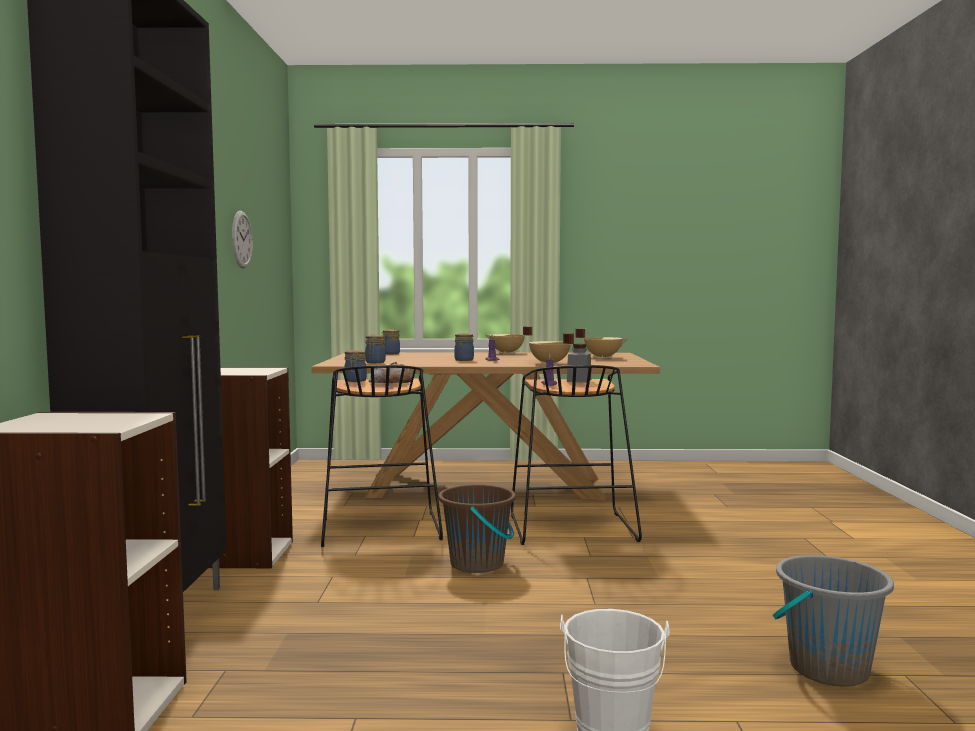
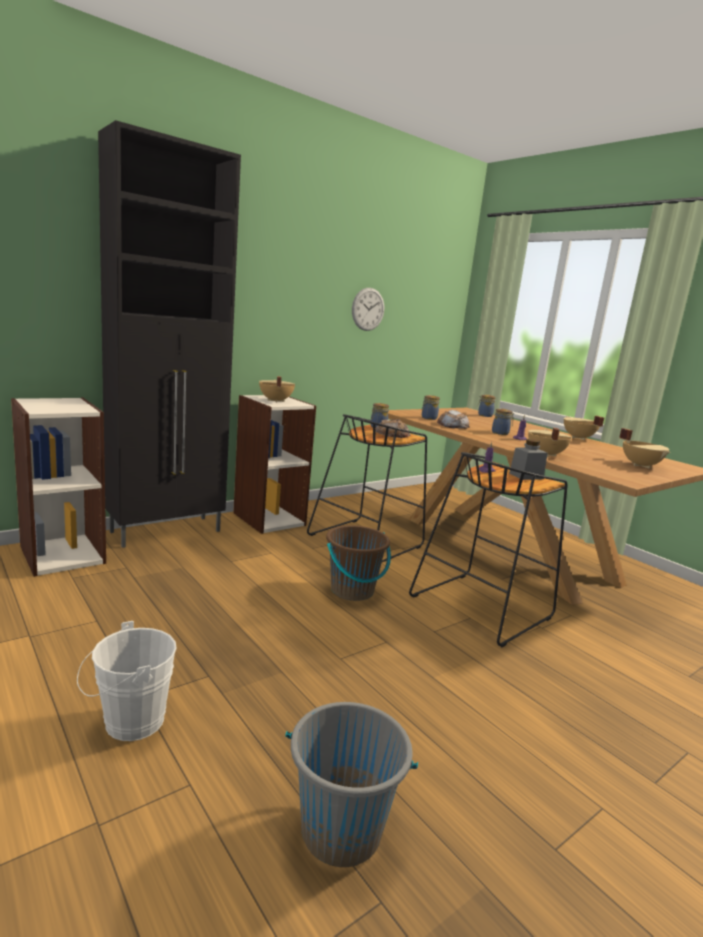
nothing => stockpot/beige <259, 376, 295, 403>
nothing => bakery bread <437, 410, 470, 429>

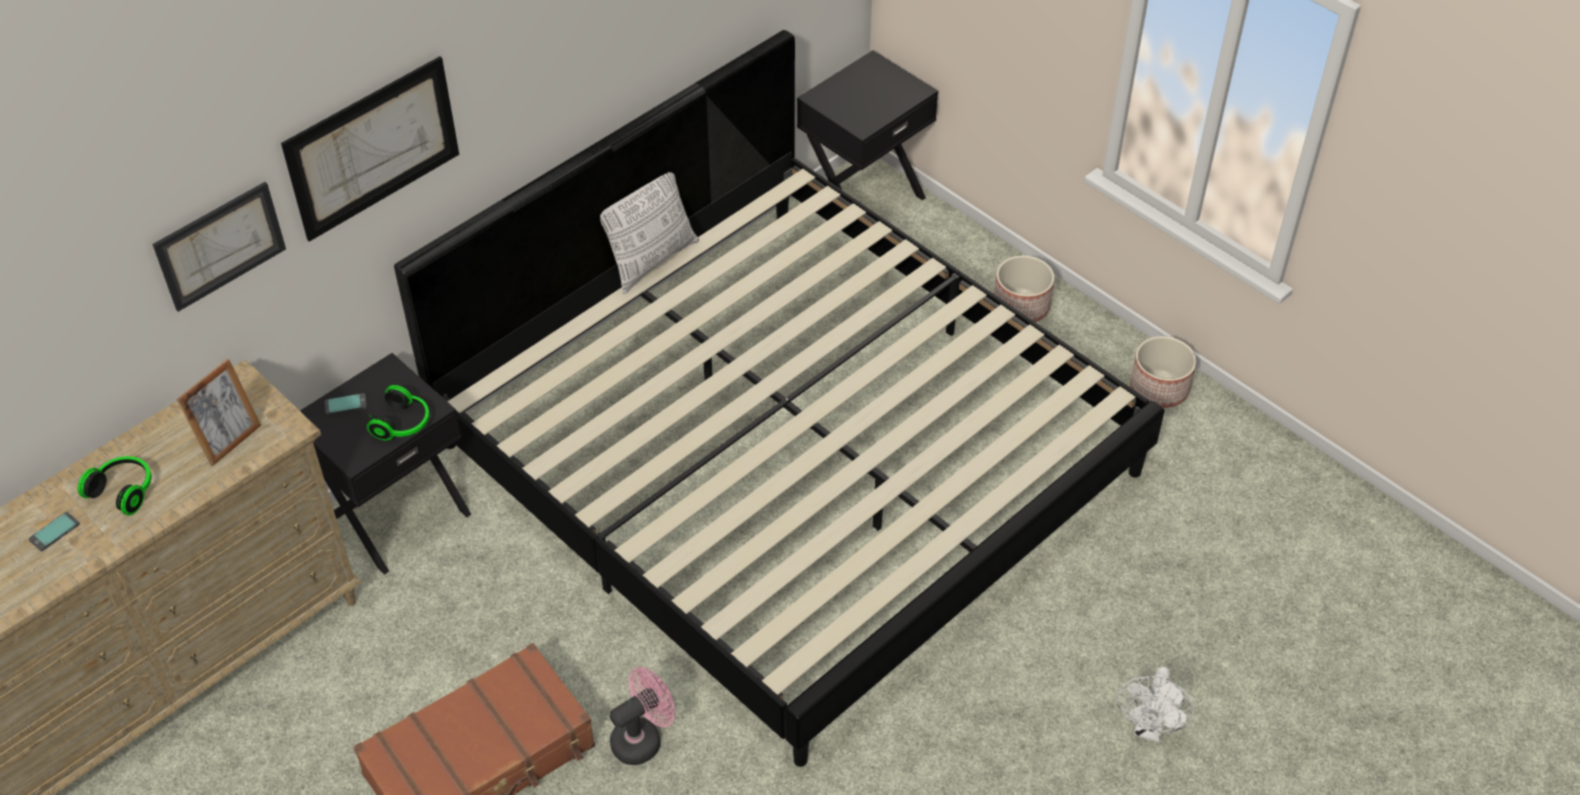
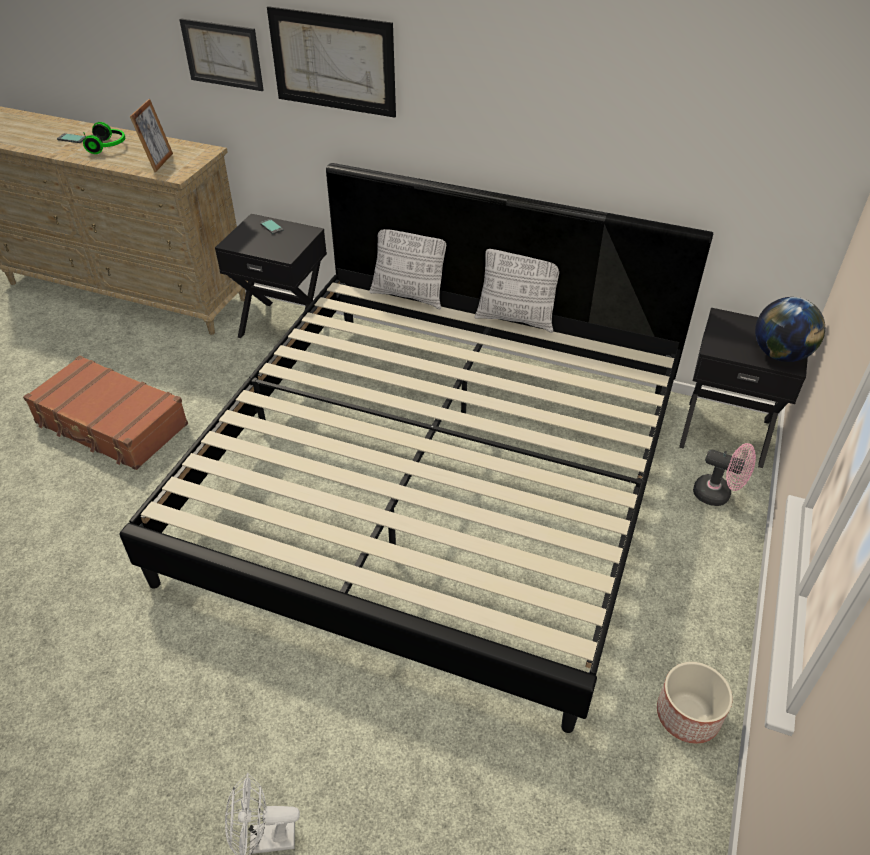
picture frame <177, 359, 261, 466> => picture frame <130, 99, 173, 172>, 90 degrees counterclockwise
nothing => pillow <370, 229, 446, 309>
electric fan/pinkish <610, 667, 675, 765> => electric fan/pinkish <693, 443, 756, 506>, move
nothing => desk globe <755, 297, 825, 362>
pair of headphones <367, 385, 429, 440> => nothing
plant pot <994, 256, 1054, 322> => nothing

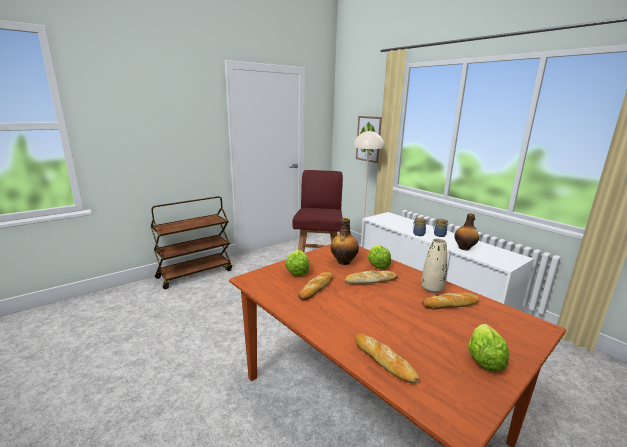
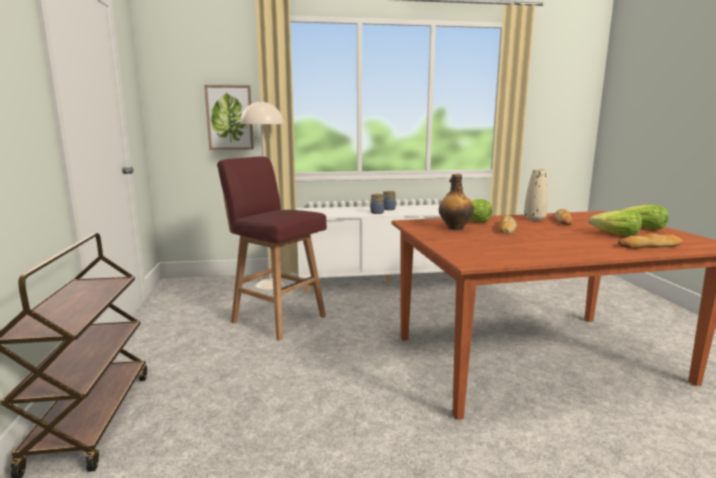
lettuce head <285, 250, 310, 276> => lettuce head <589, 210, 642, 236>, move
bakery bread <298, 272, 333, 300> => nothing
beverage bottle <454, 213, 479, 250> => nothing

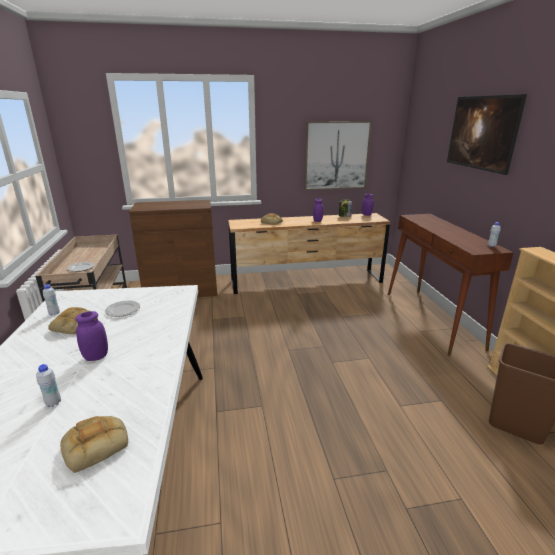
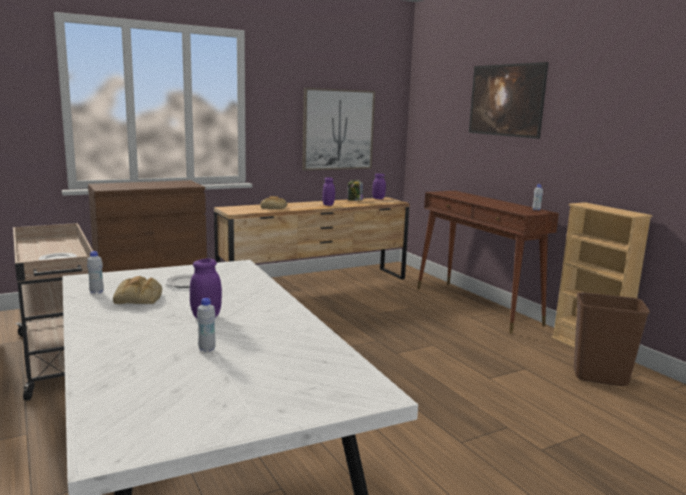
bakery bread <60, 416, 128, 473> => nothing

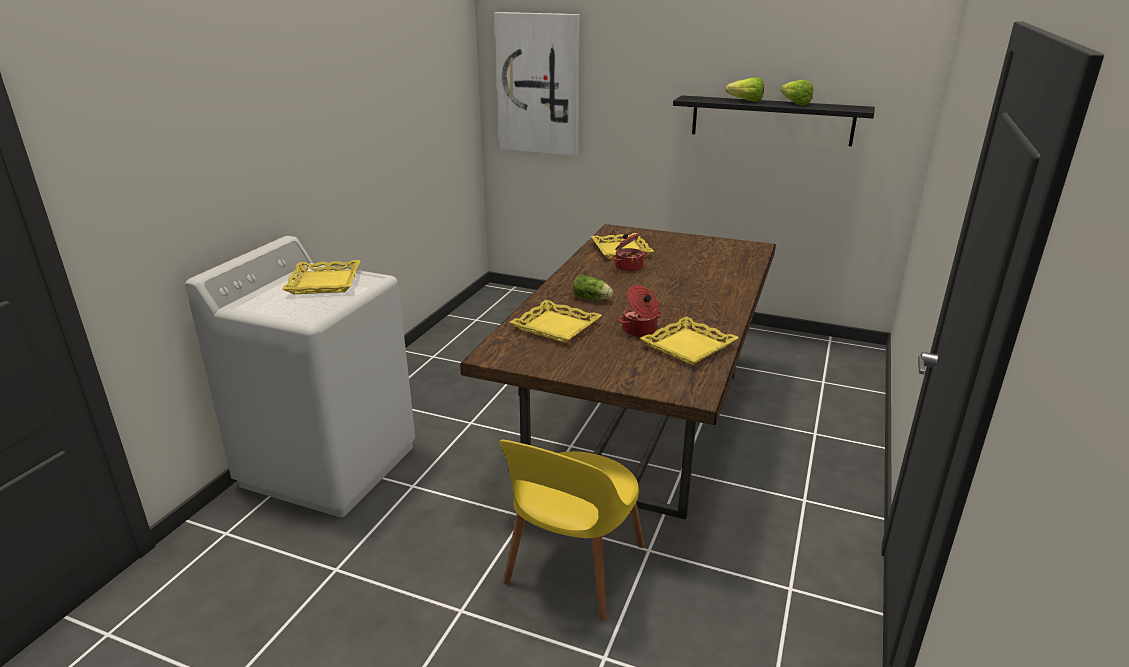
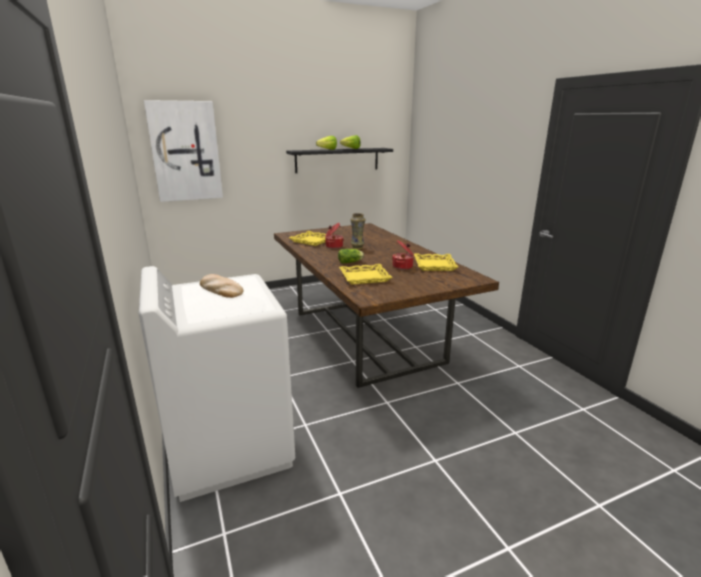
tray/yellowish <282, 260, 360, 294> => bakery bread <200, 274, 244, 298>
nothing => flower vase <350, 213, 366, 250>
upright chair/yellowish <499, 440, 644, 621> => nothing

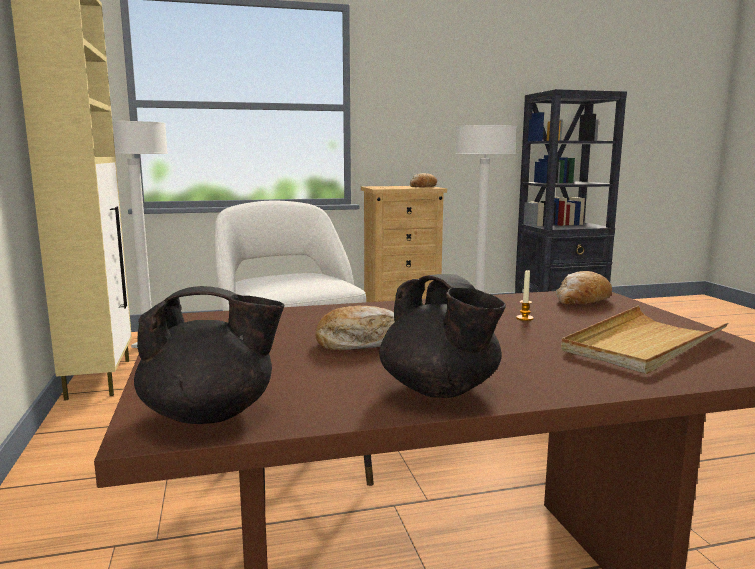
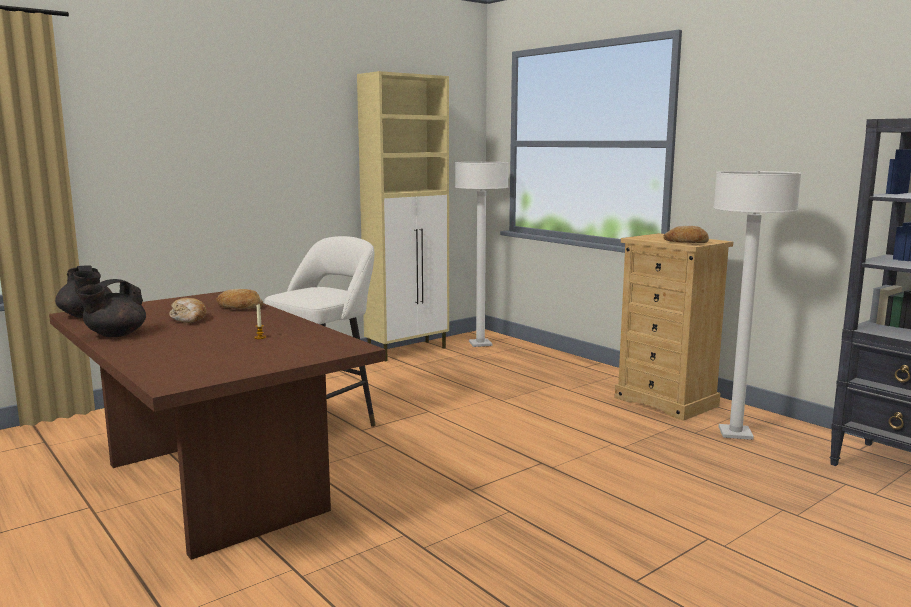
bakery bread <556, 271, 612, 305> => bakery bread <217, 289, 263, 309>, move
tray/beige <561, 306, 728, 374> => nothing

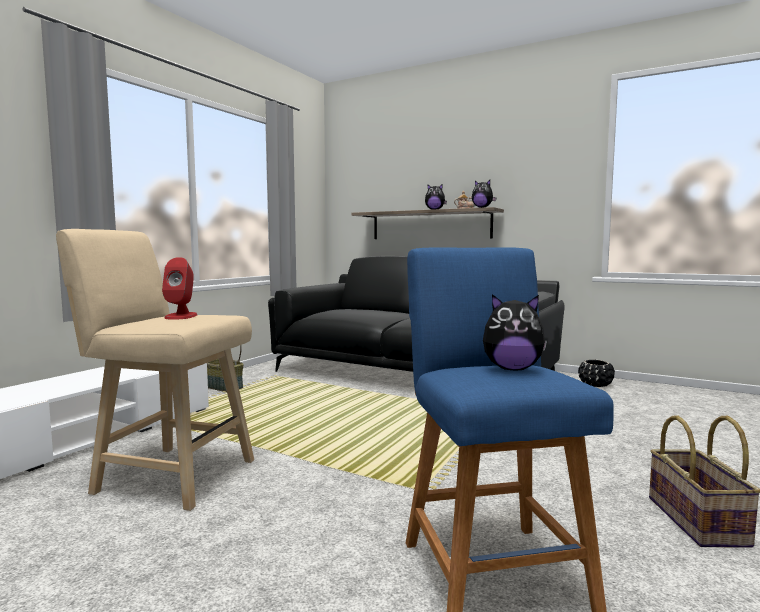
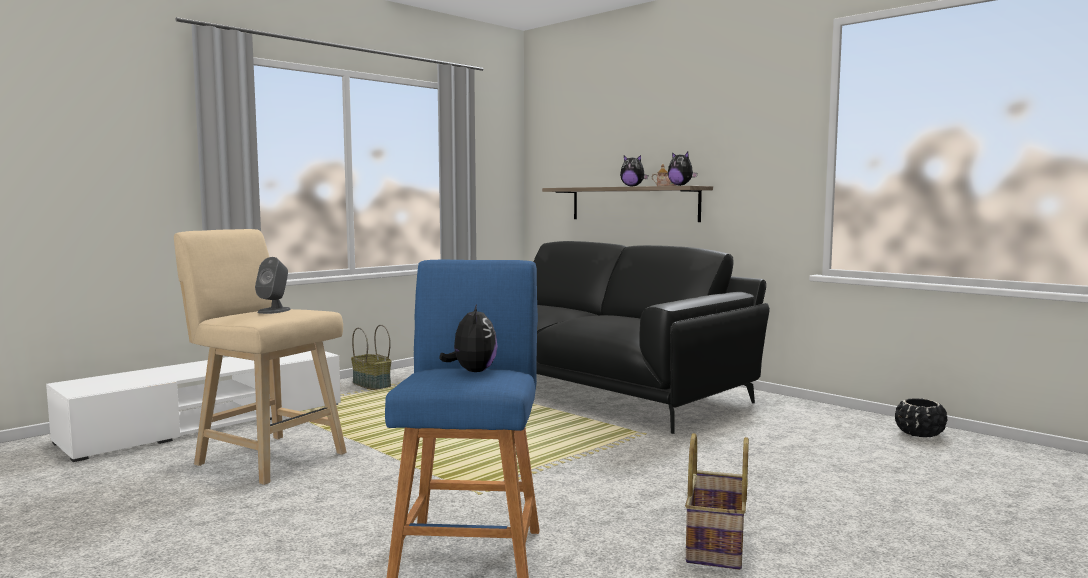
speaker/reddish <162, 257, 197, 320> => speaker/gray <255, 257, 291, 314>
plush toy <483, 294, 547, 370> => plush toy <439, 304, 497, 372>, 120 degrees counterclockwise
plant pot/black <578, 360, 615, 387> => plant pot/black <895, 398, 947, 437>, move

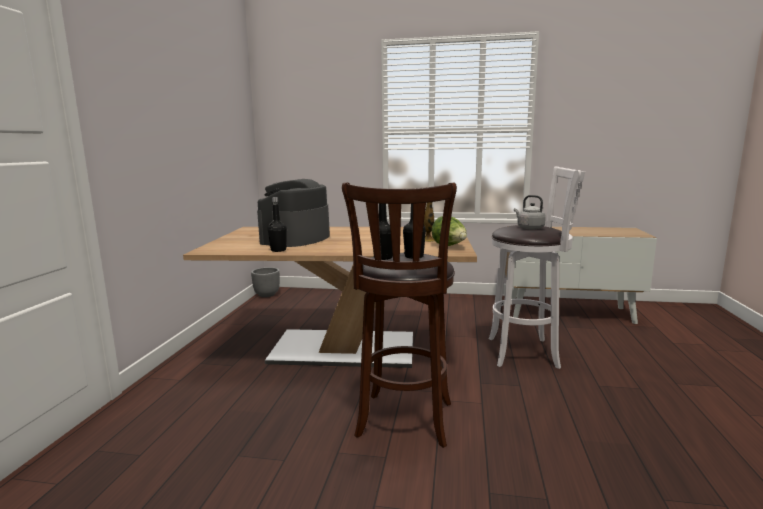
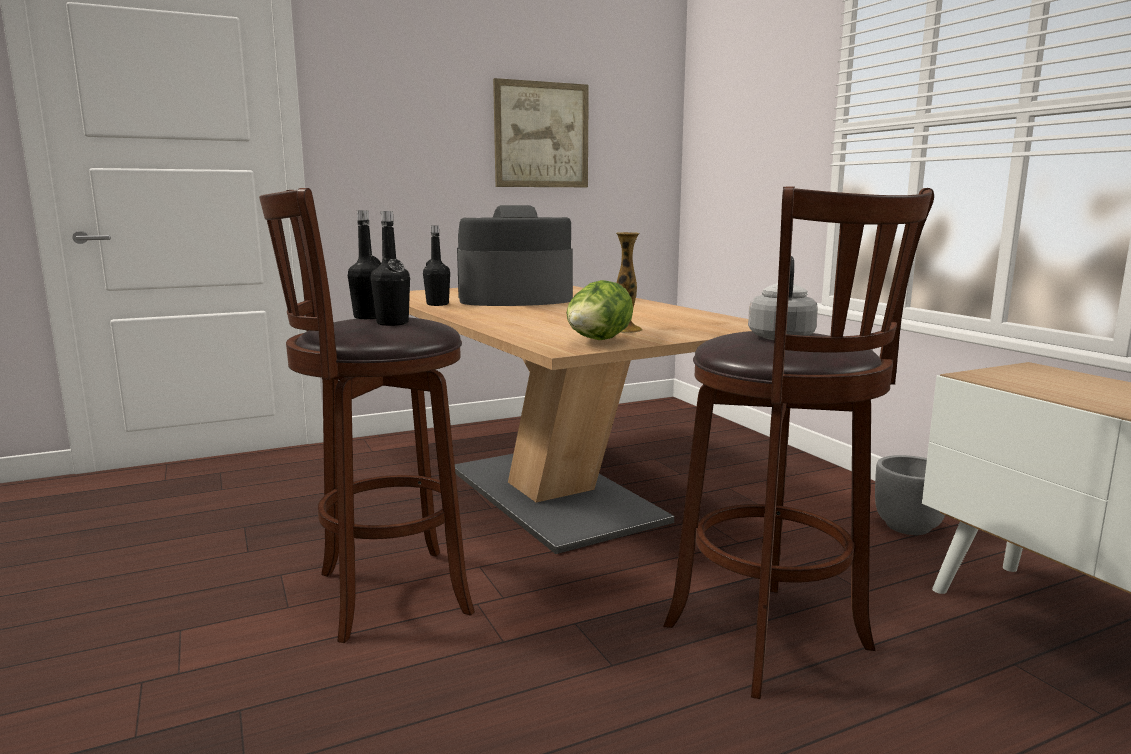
nothing => wall picture <493, 78, 589, 187>
stool seat/white-coloured <489, 166, 585, 369> => stool seat/brown <663, 187, 934, 699>
plant pot/gray <251, 267, 280, 297> => plant pot/gray <875, 455, 945, 535>, move

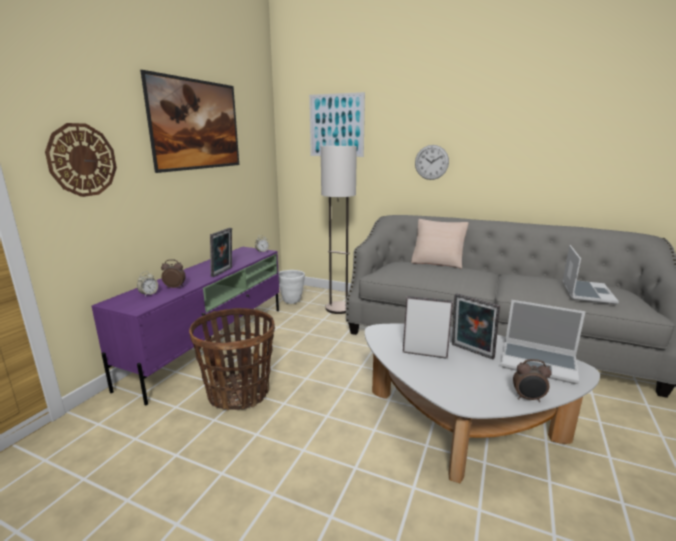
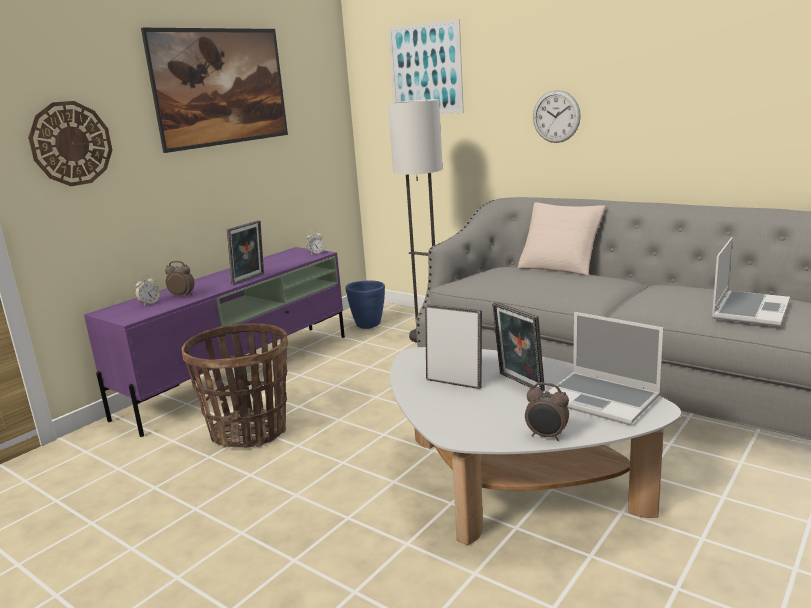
plant pot/white-coloured <278, 270, 305, 304> => plant pot/bluish <346, 280, 385, 329>

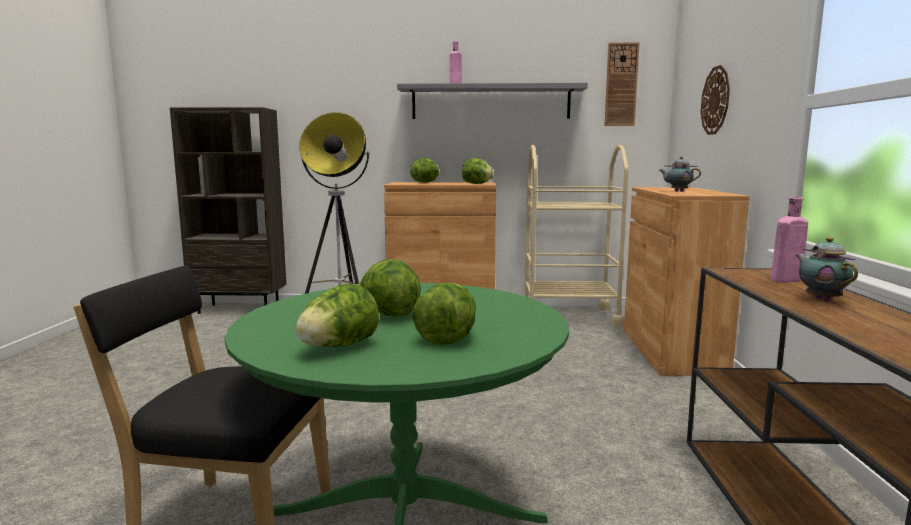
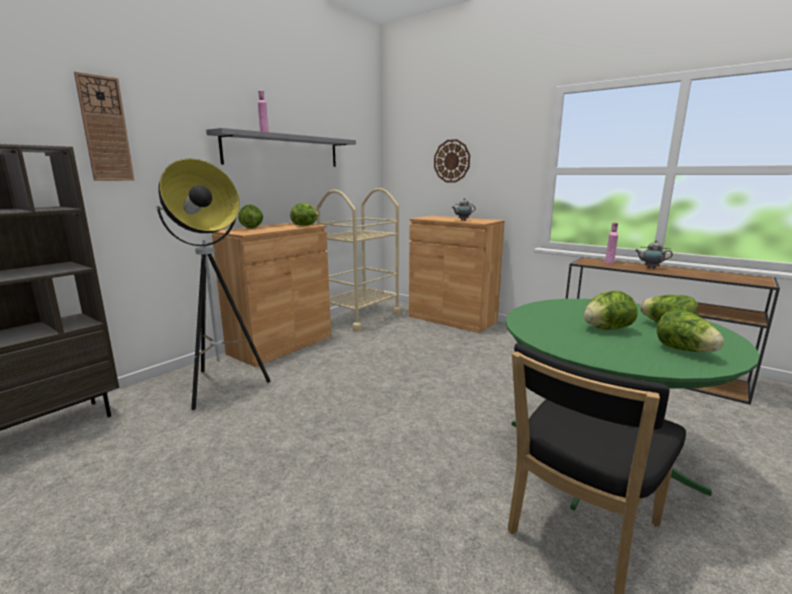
hanging clock <604, 42, 640, 126> => hanging clock <74, 72, 134, 181>, move

